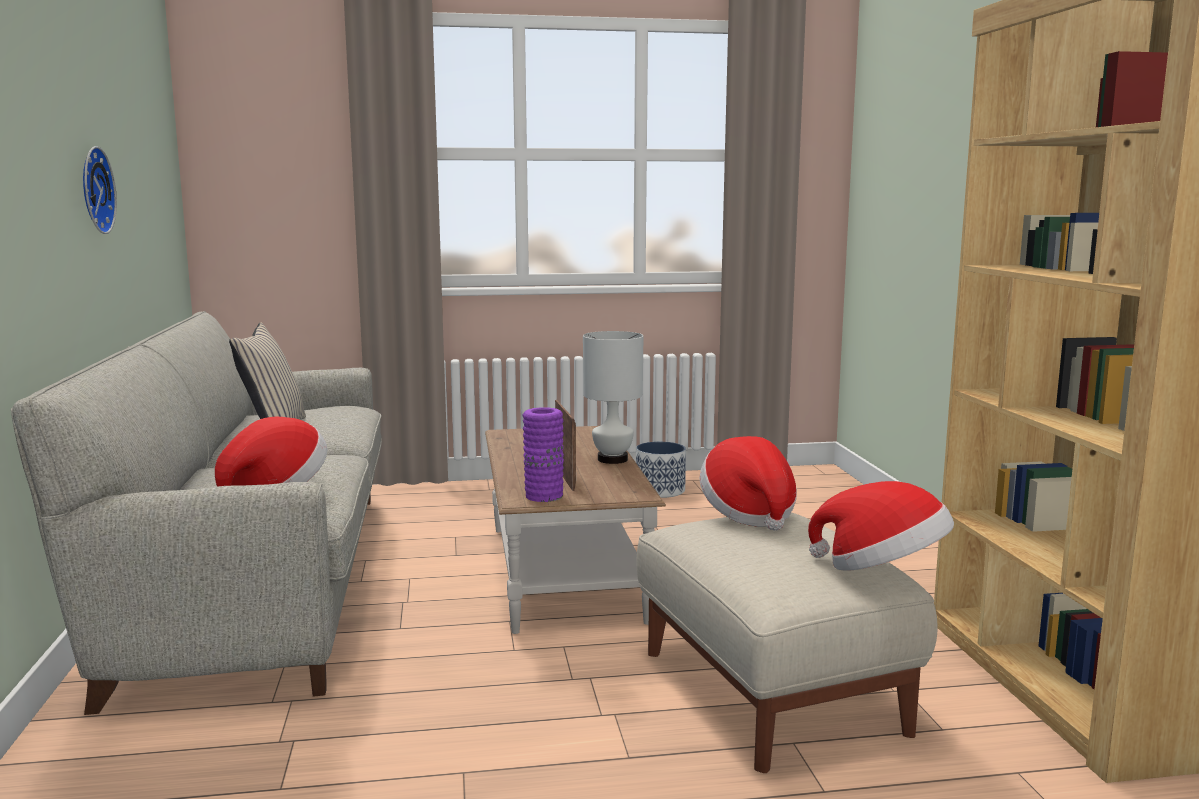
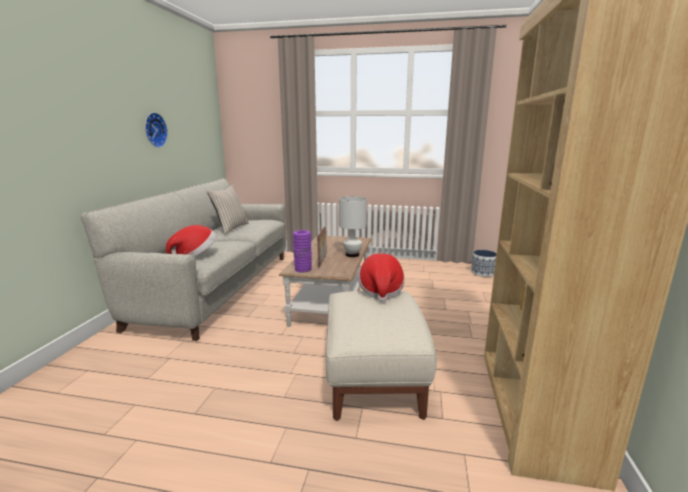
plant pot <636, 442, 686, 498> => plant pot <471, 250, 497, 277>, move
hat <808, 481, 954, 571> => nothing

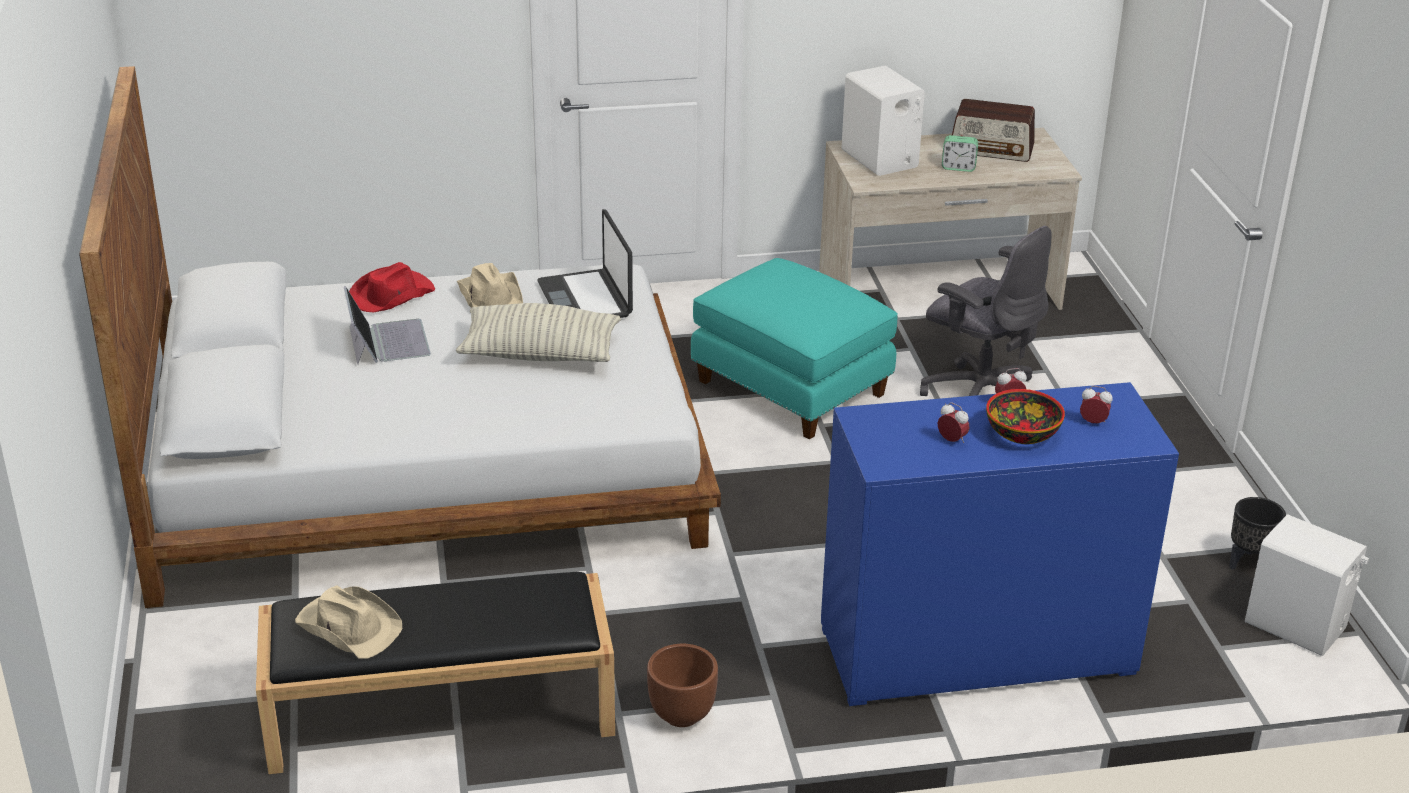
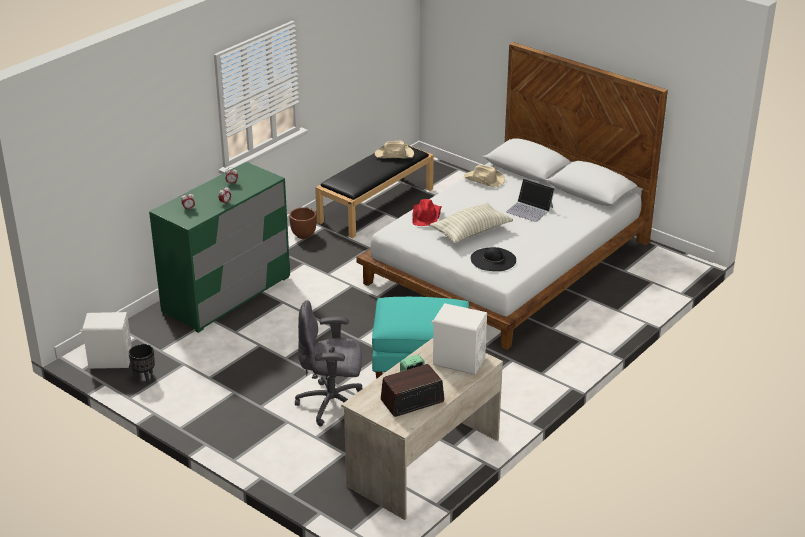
dresser/bluish <821, 382, 1179, 706> => dresser/greenish <149, 162, 290, 333>
hat/reddish <349, 262, 435, 312> => hat/reddish <412, 199, 442, 226>, move
hat/beige <457, 263, 523, 308> => hat/beige <464, 165, 505, 188>, move
notebook computer <537, 209, 633, 318> => hat/black <471, 247, 516, 271>
deep dish <986, 389, 1065, 444> => nothing

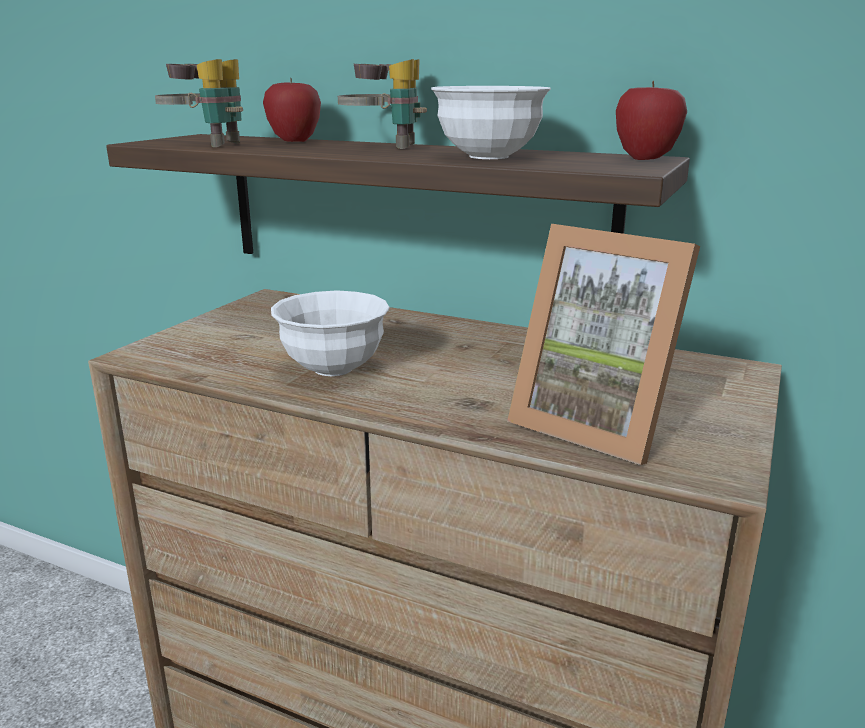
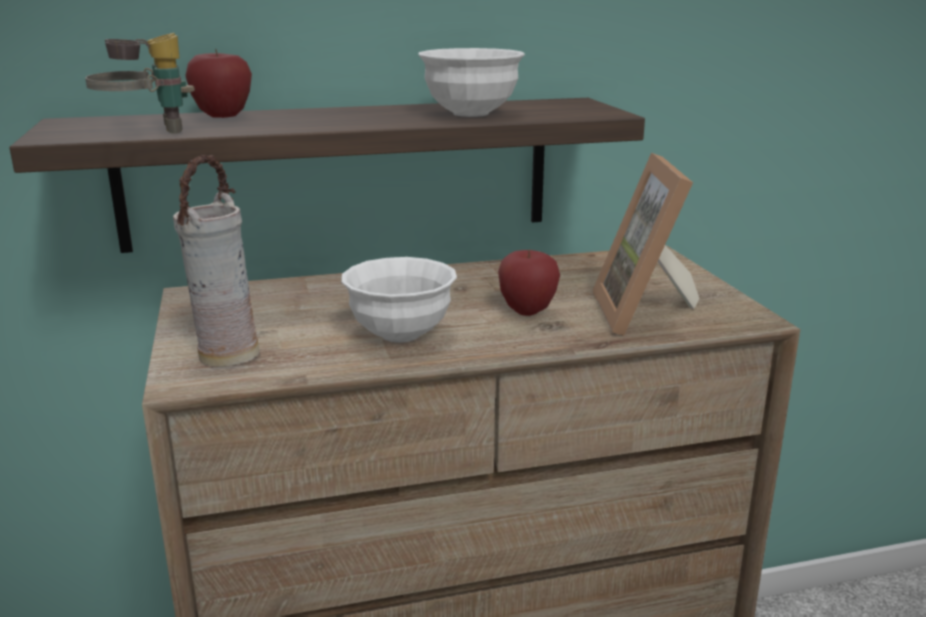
nothing => flower vase <173, 155, 260, 367>
apple fruit <616, 81, 687, 160> => apple fruit <498, 249, 560, 316>, move
picture frame <507, 224, 700, 465> => picture frame <592, 153, 700, 336>, 90 degrees clockwise
pair of binoculars <338, 59, 427, 149> => nothing

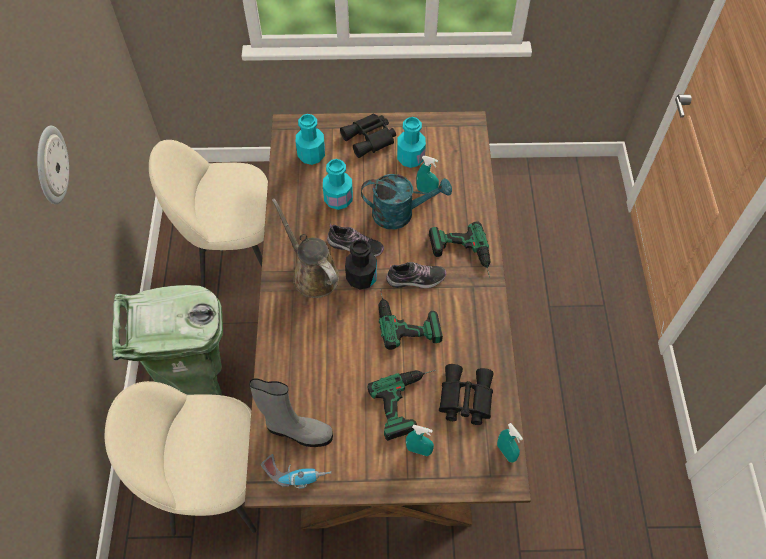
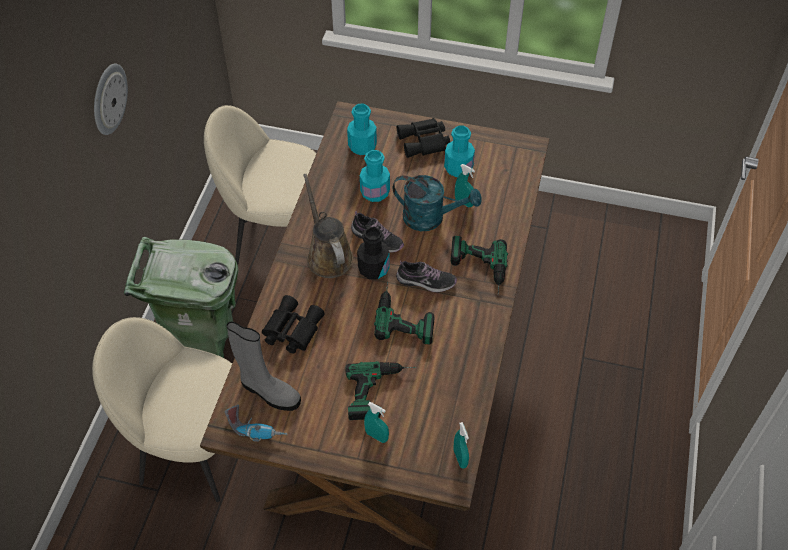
pair of binoculars/black <439, 364, 494, 425> => pair of binoculars/black <262, 295, 325, 354>, move

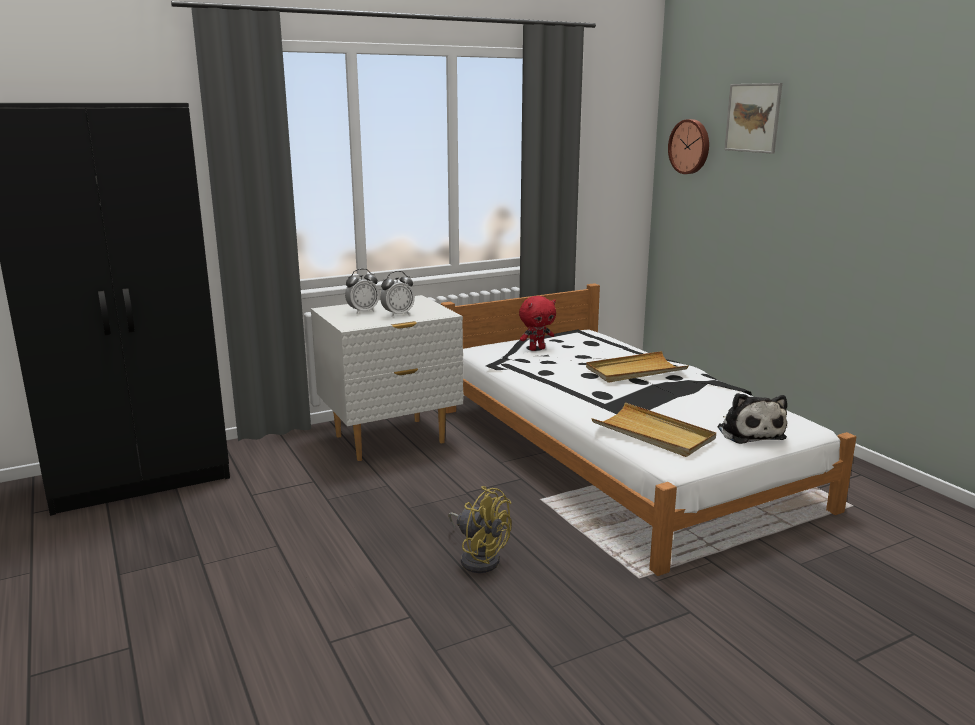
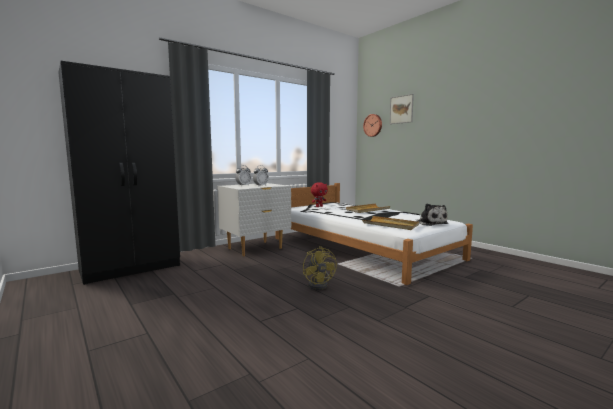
electric fan/yellowish <448, 486, 512, 573> => electric fan/yellowish <303, 246, 337, 290>, 45 degrees clockwise

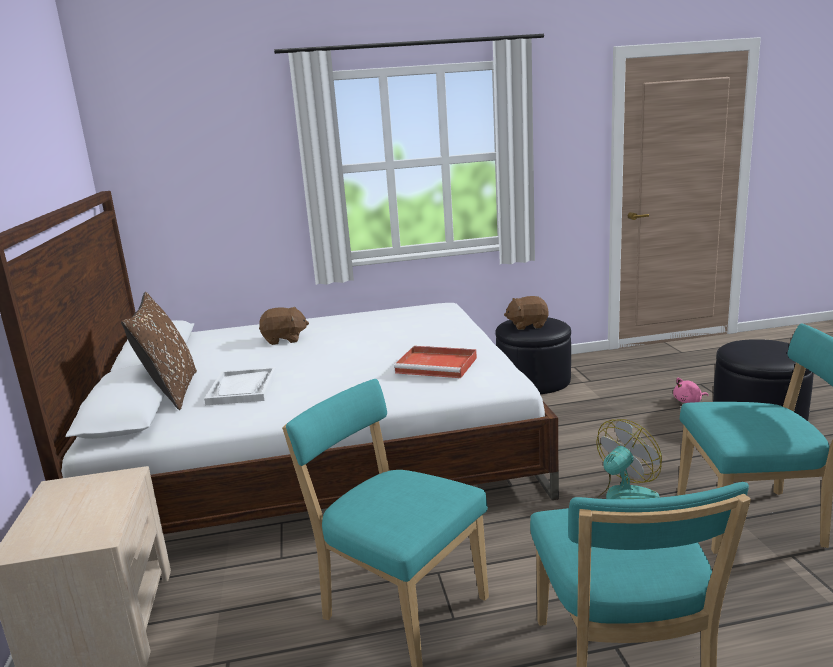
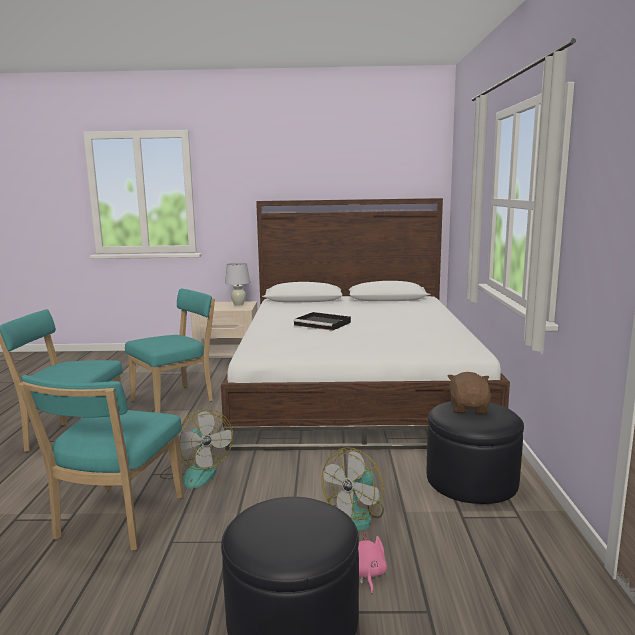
nothing => tabletop lamp/white-coloured <225, 263, 250, 306>
nothing => tray/black <293, 312, 351, 331>
nothing => electric fan <321, 447, 384, 531>
pillow/brown <121, 292, 197, 410> => nothing
tray/white-coloured <204, 367, 276, 405> => nothing
plush toy/brown <259, 307, 309, 345> => nothing
tray/reddish <394, 346, 477, 378> => nothing

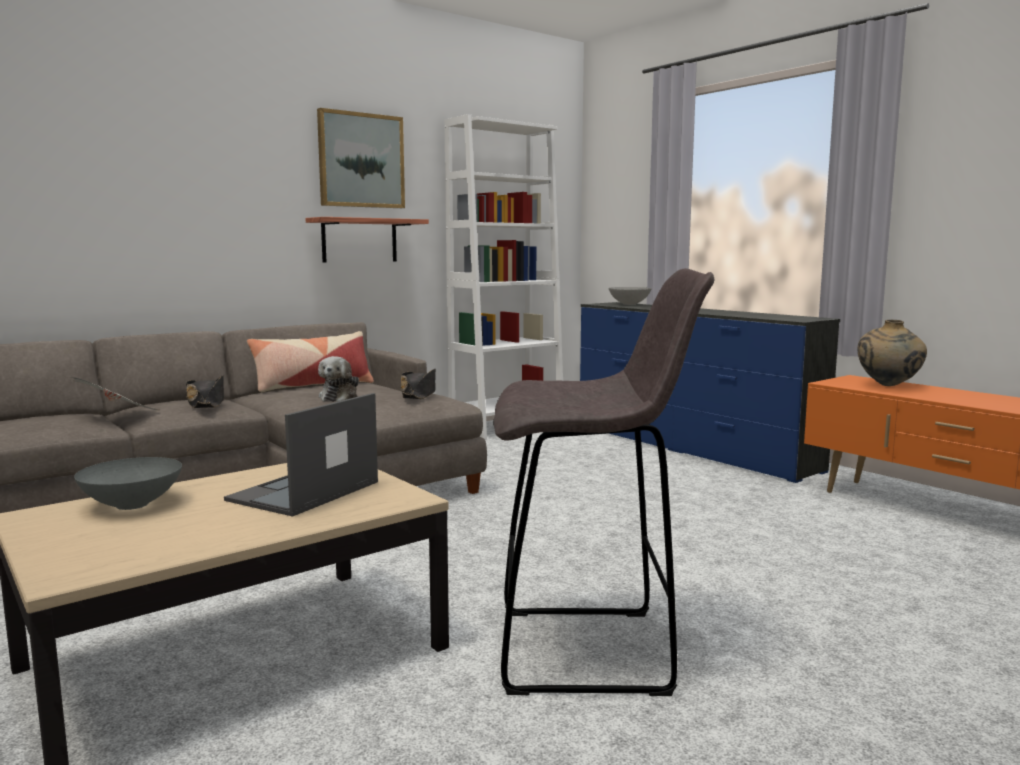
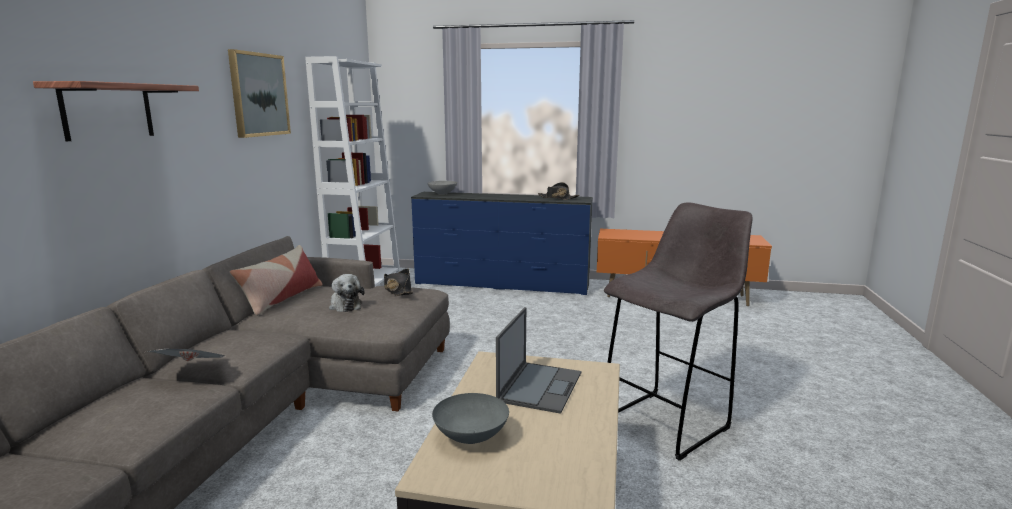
bracket shelf <305, 217, 429, 262> => bracket shelf <33, 81, 199, 141>, move
notebook computer <224, 393, 378, 517> => notebook computer <496, 307, 581, 414>, 150 degrees counterclockwise
hat/black <186, 375, 224, 408> => hat/black <538, 182, 580, 200>, move
flower vase/beige <858, 320, 927, 386> => nothing

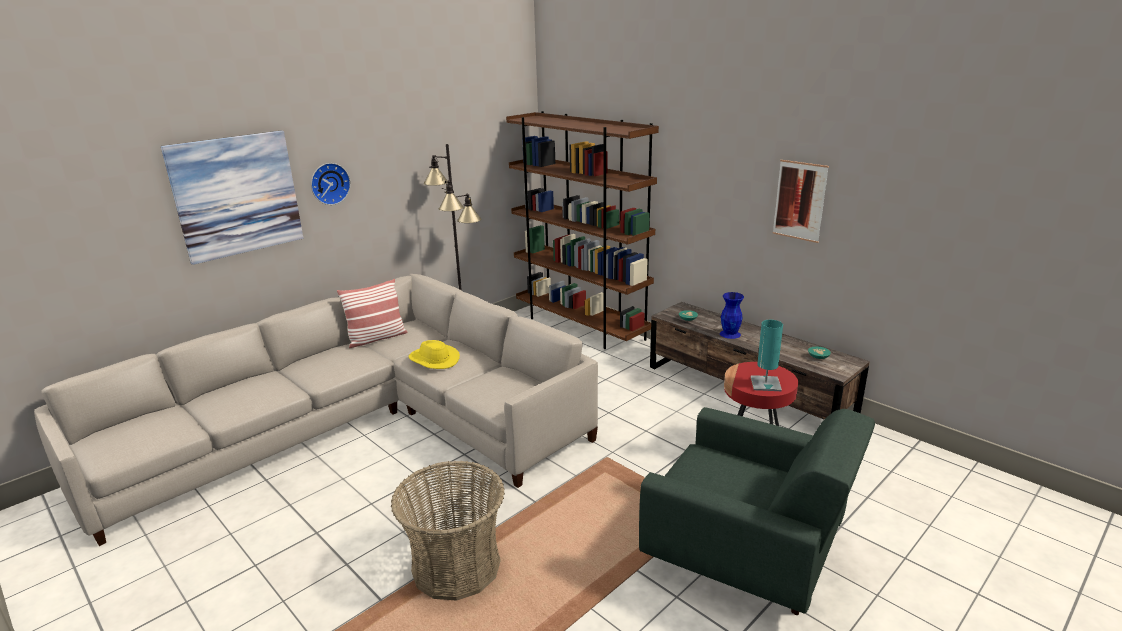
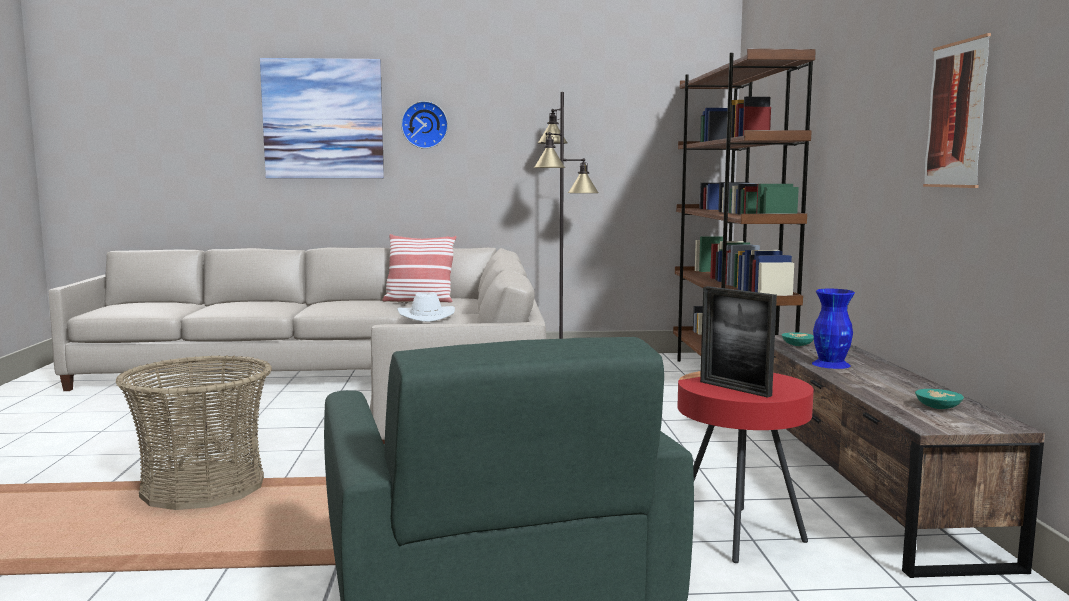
hat/yellowish <409, 340, 460, 369> => hat/white-coloured <397, 292, 455, 322>
tabletop lamp/turquoise-coloured <751, 320, 783, 391> => picture frame <700, 286, 777, 398>

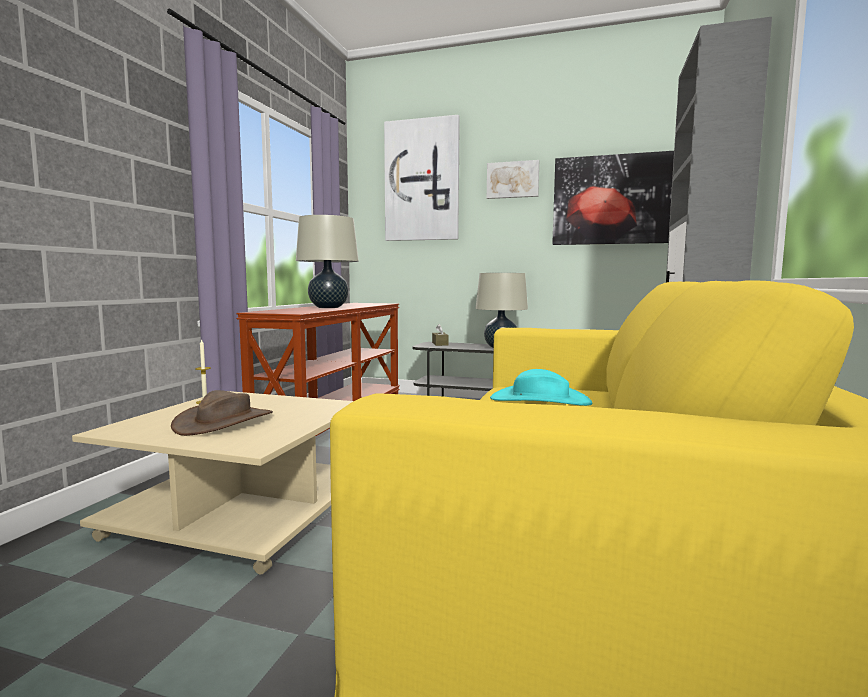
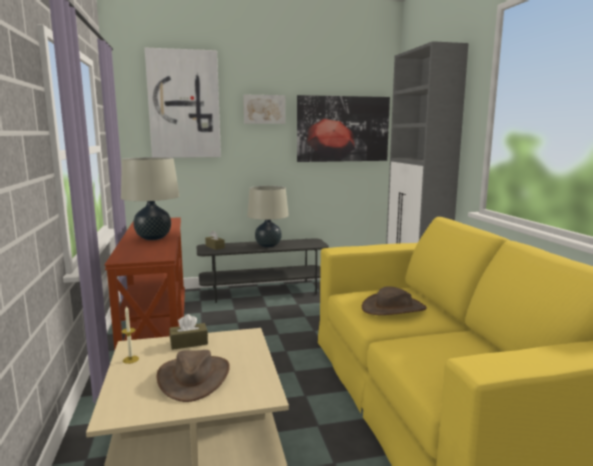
nothing => box of tissues/brown <170, 314, 208, 350>
hat/turquoise-coloured <490, 369, 592, 406> => hat/brown <362, 287, 427, 315>

